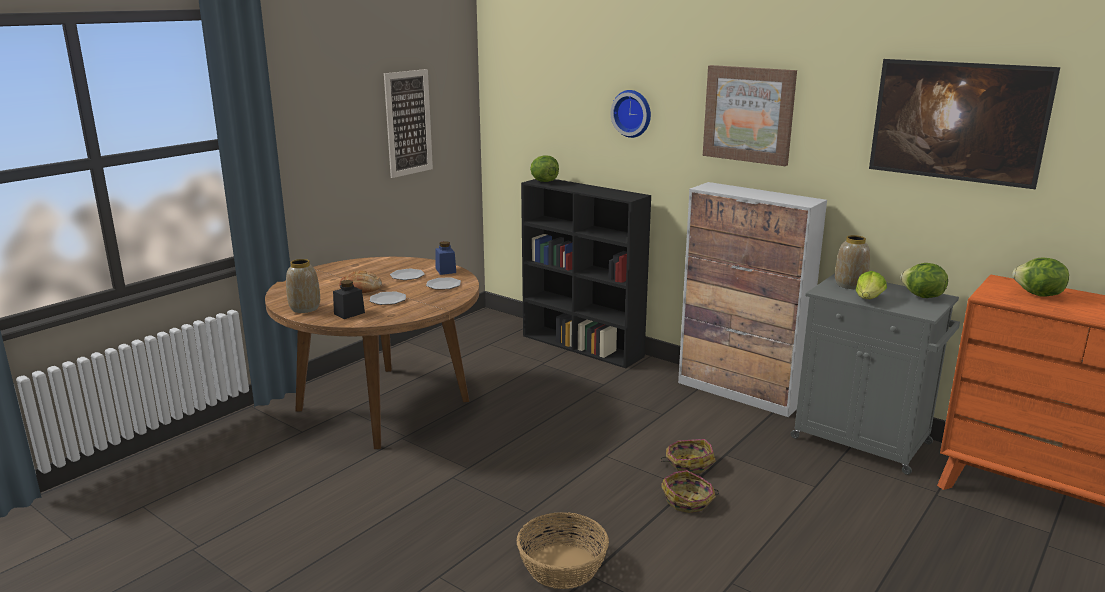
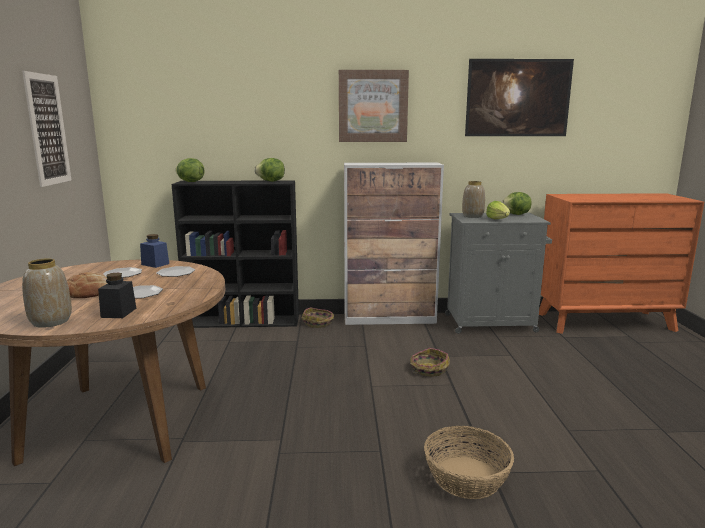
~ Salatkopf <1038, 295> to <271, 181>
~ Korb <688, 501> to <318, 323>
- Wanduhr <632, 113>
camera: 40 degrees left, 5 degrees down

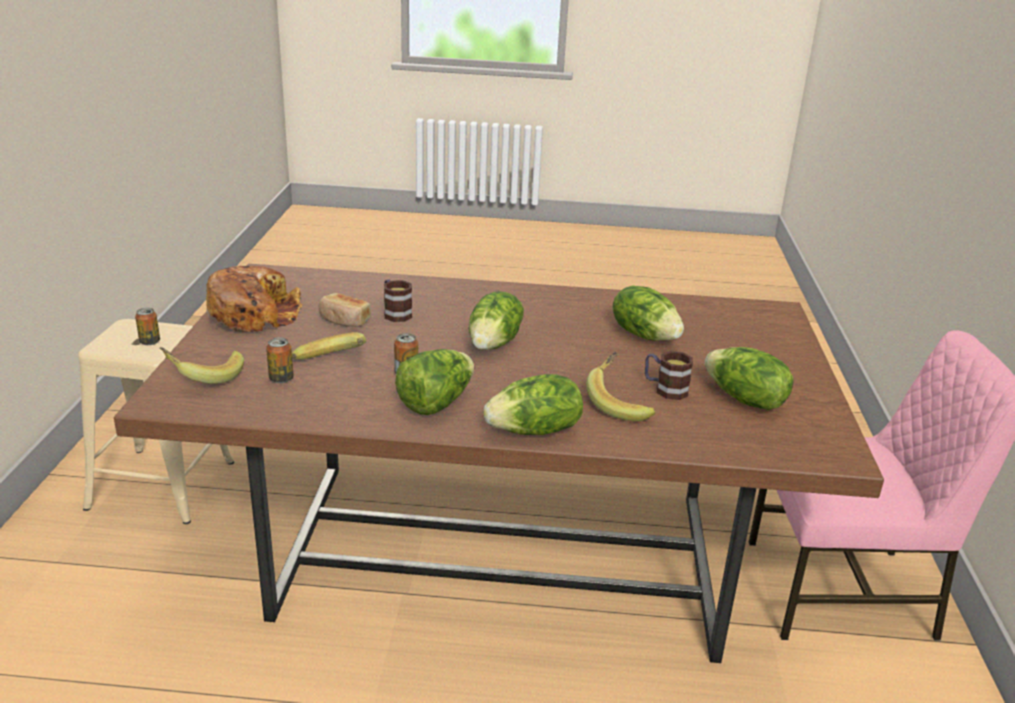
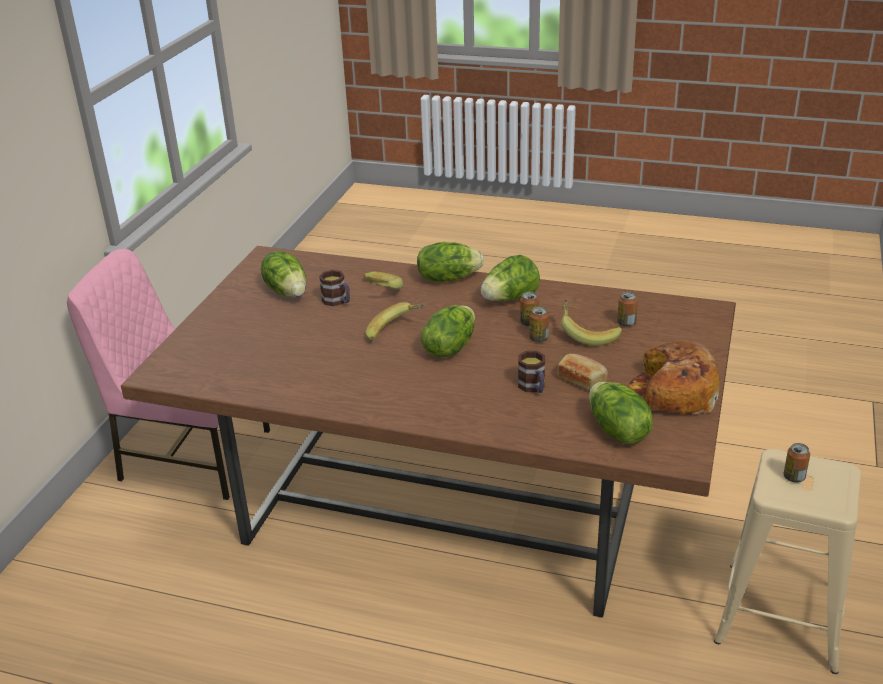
~ Banane <205, 376> to <396, 333>
+ Dose <538, 338>
~ Salatkopf <645, 335> to <616, 431>
camera: 165 degrees left, 5 degrees up

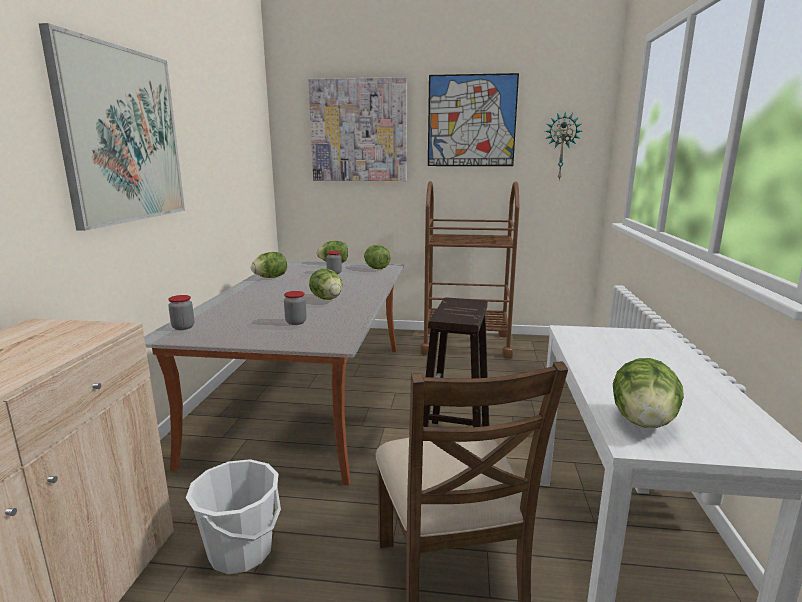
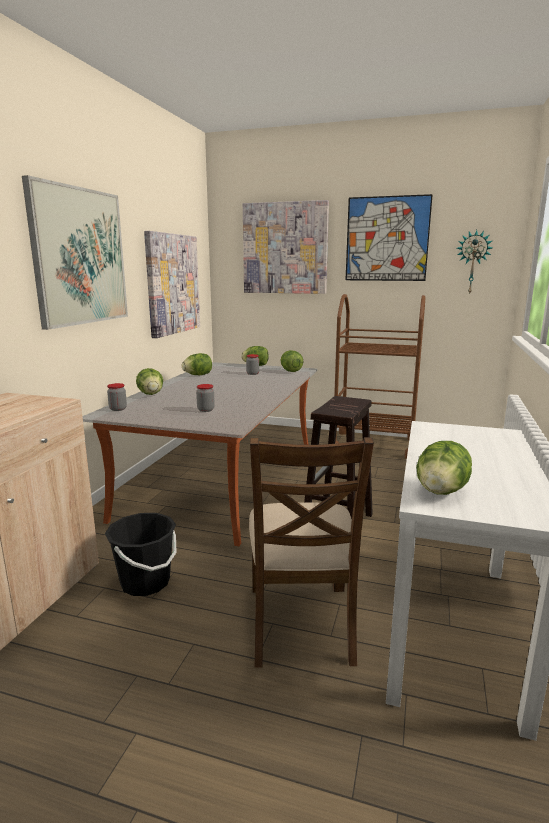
~ Eimer [weiß] <241, 551> to Eimer [schwarz] <145, 582>
~ Salatkopf <327, 299> to <151, 394>
+ Bild <172, 284>
camera: 10 degrees right, 0 degrees up

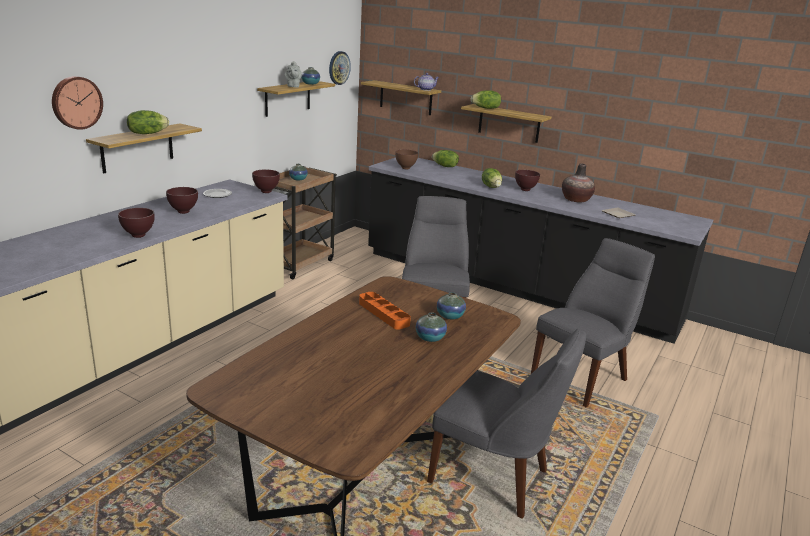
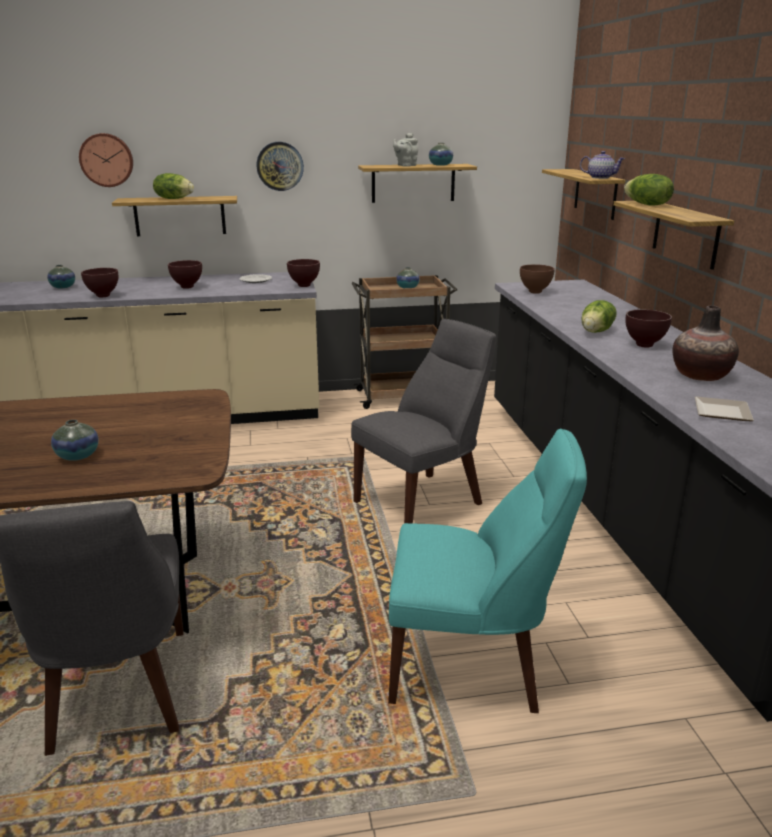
~ Vase <450, 316> to <63, 287>
~ Wanduhr <339, 68> to <280, 166>
~ Stuhl [grau] <582, 377> to Stuhl [türkis] <472, 666>
- Tablett [orange] <383, 313>
- Salatkopf <445, 166>
camera: 50 degrees right, 0 degrees up

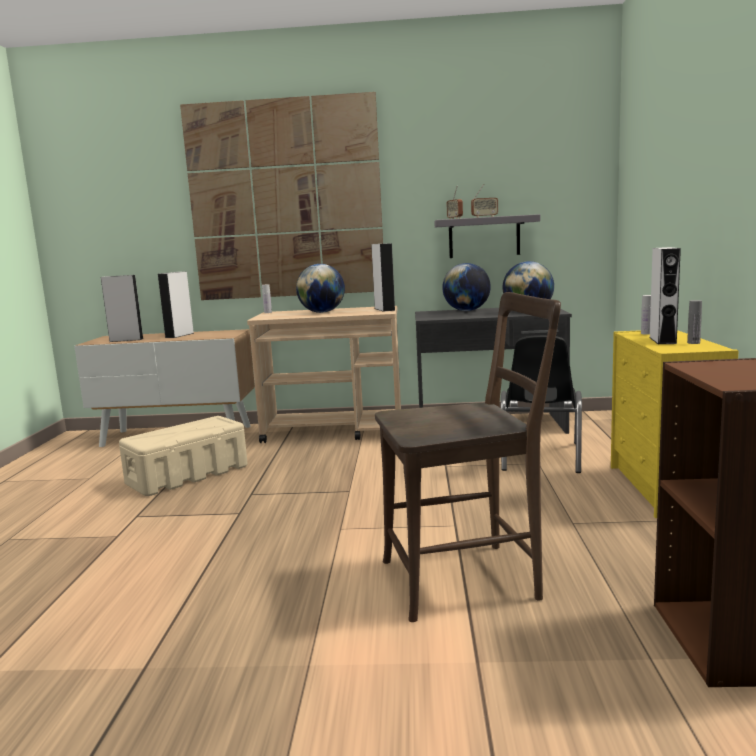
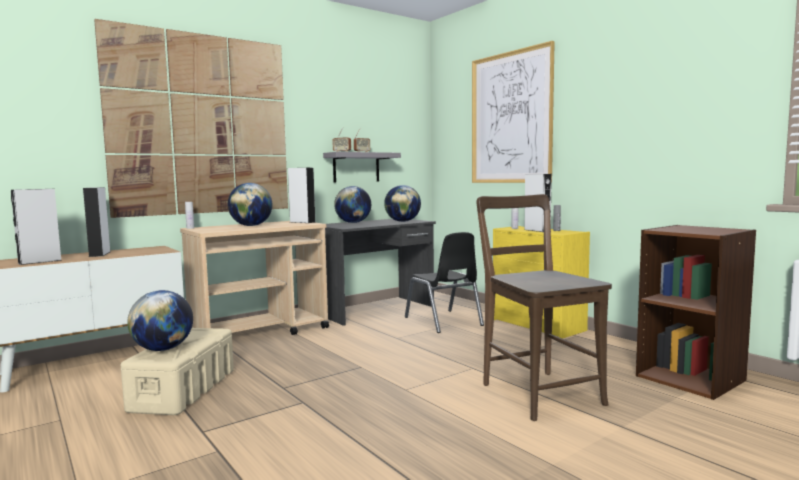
+ Globus <163, 349>
+ Bild <510, 118>
~ Stuhl [braun] <468, 578> = <537, 392> 60 degrees counterclockwise
camera: 40 degrees left, 5 degrees down

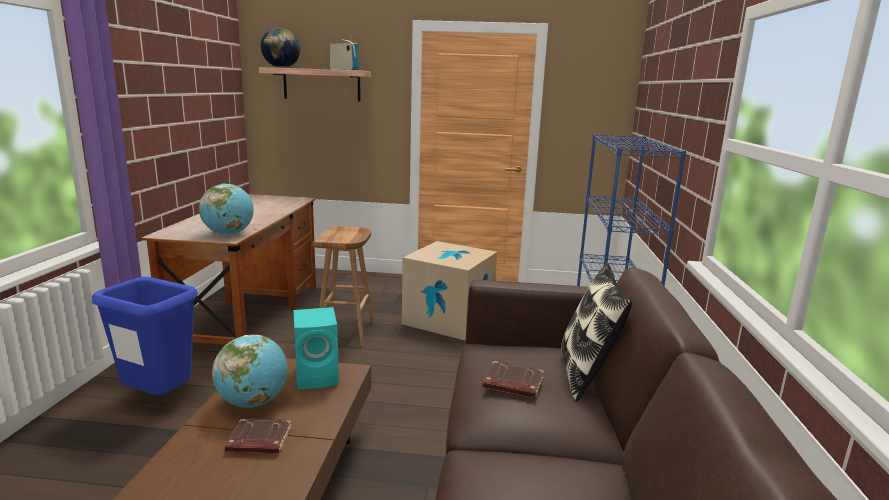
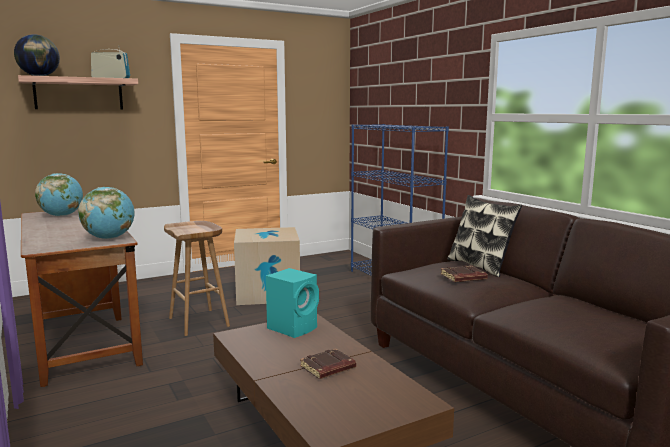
~ Globus <253, 402> to <61, 216>
- Mülleimer [blau] <158, 400>
camera: 35 degrees left, 5 degrees down

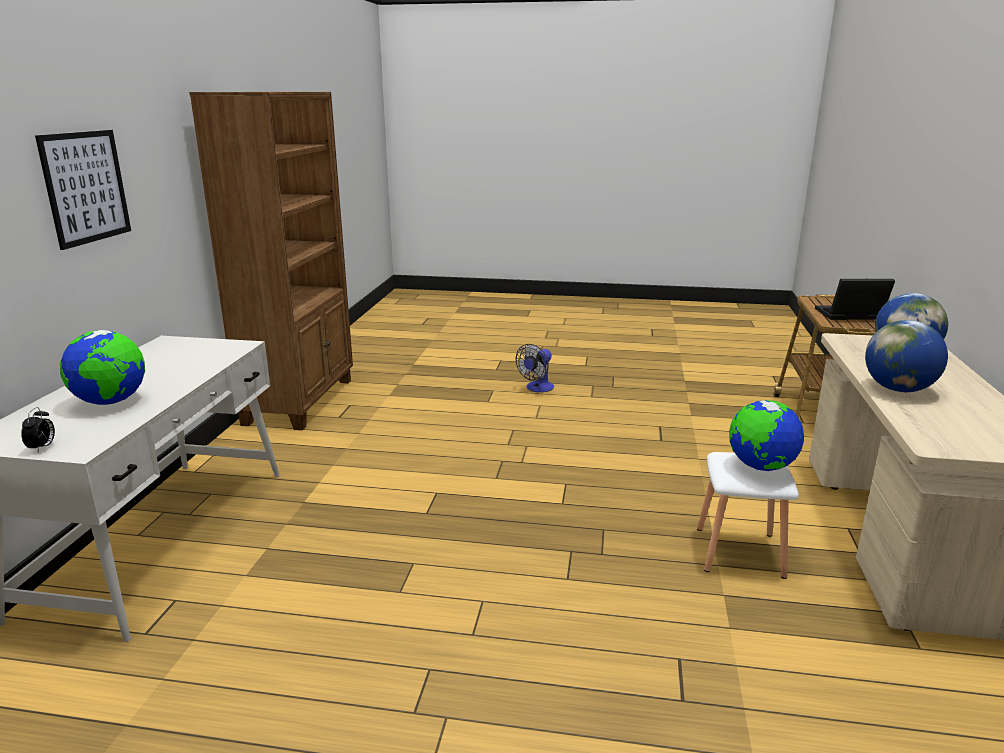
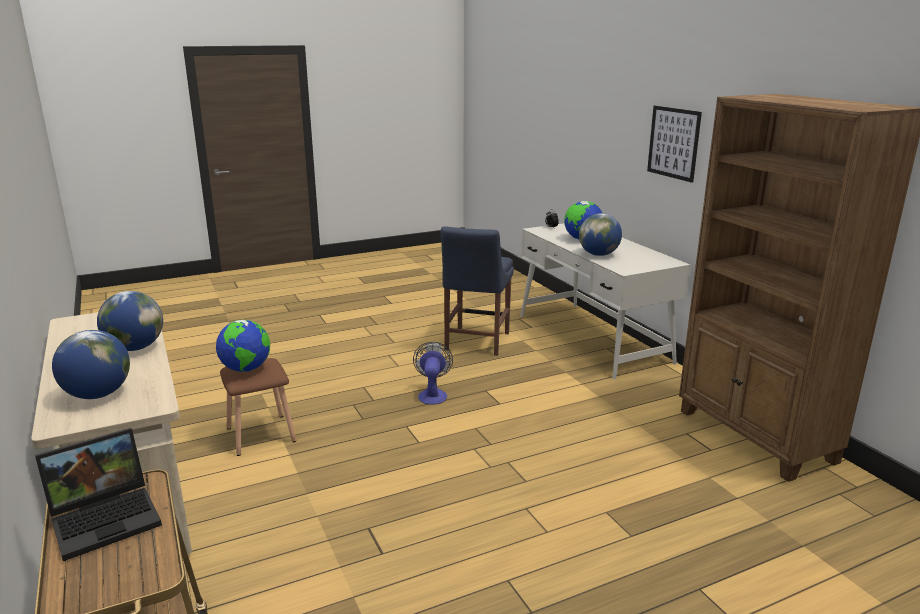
~ Hocker [weiß] <738, 551> to Hocker [braun] <262, 435>
~ Ventilator <537, 388> to <432, 394>
+ Stuhl [blau] <476, 343>
+ Globus <598, 254>
camera: 145 degrees right, 0 degrees up

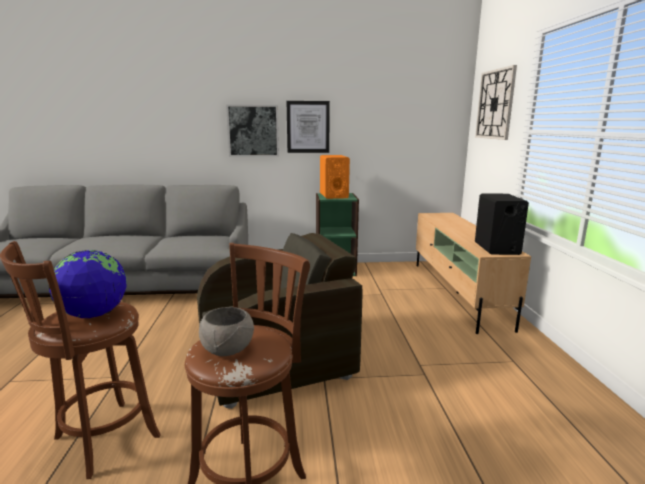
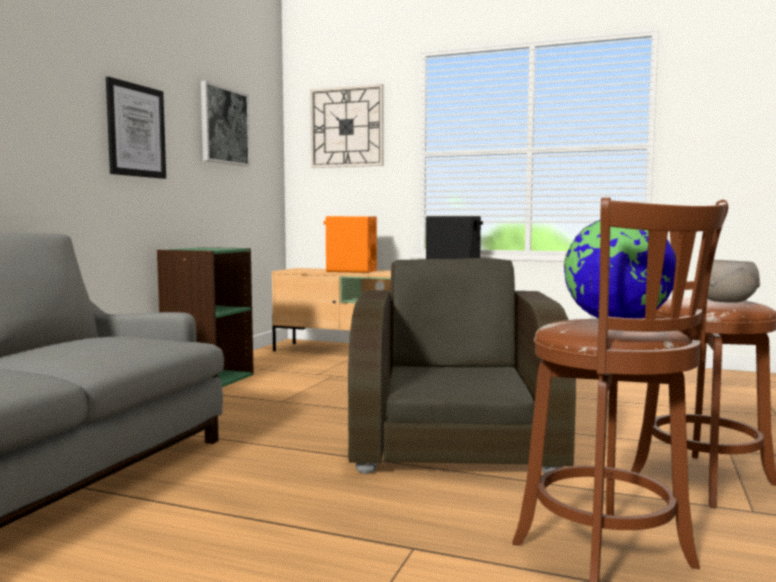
~ Bild <253, 130> to <224, 126>
~ Lautsprecher [orange] <333, 195> to <351, 271>
camera: 65 degrees left, 10 degrees down

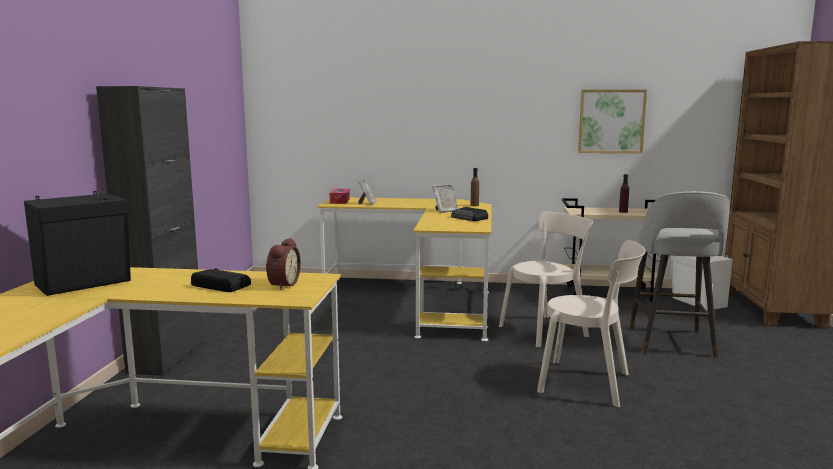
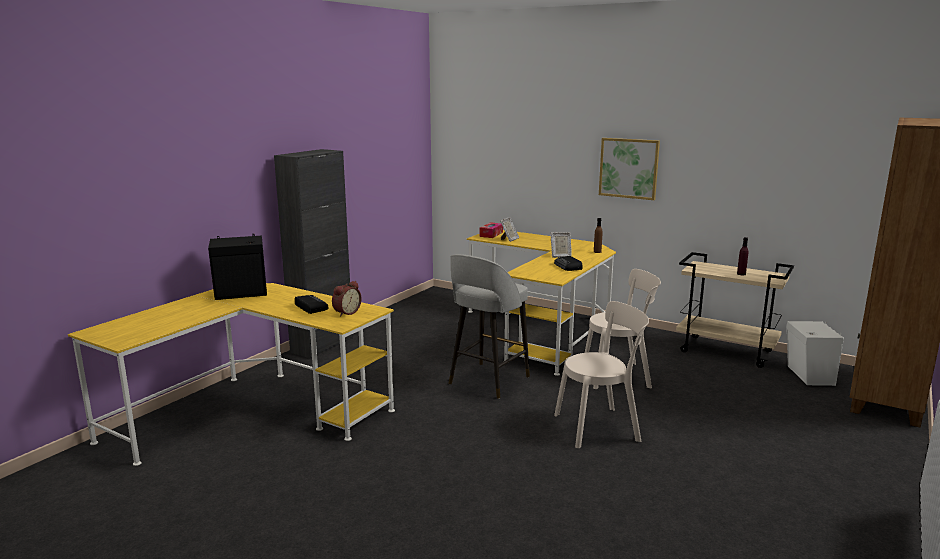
~ Hocker [grau] <671, 343> to <487, 381>
~ Stuhl [beige] <589, 384> = <600, 427> 60 degrees counterclockwise
~ Bild <611, 121> to <629, 168>
camera: 25 degrees right, 5 degrees up

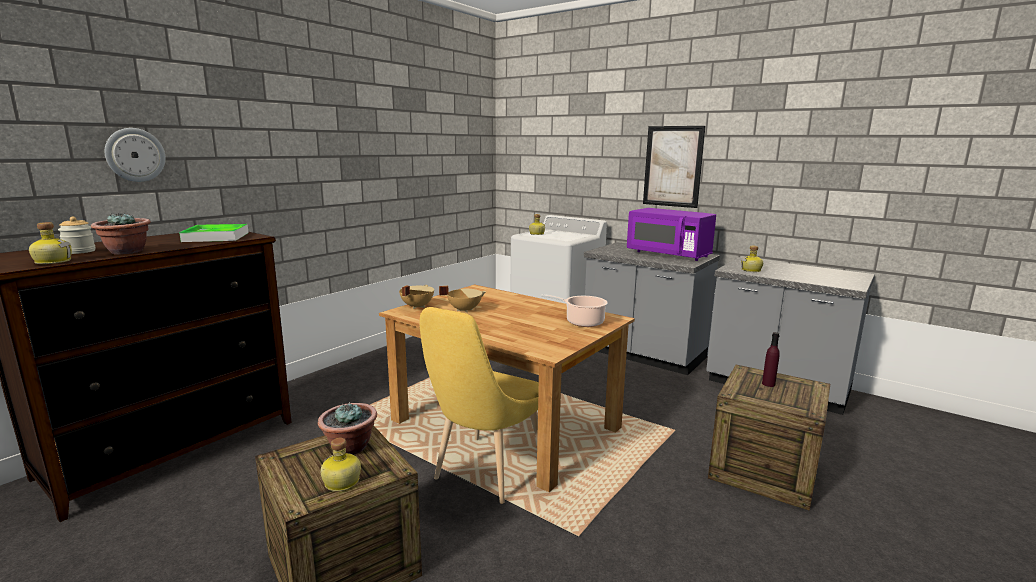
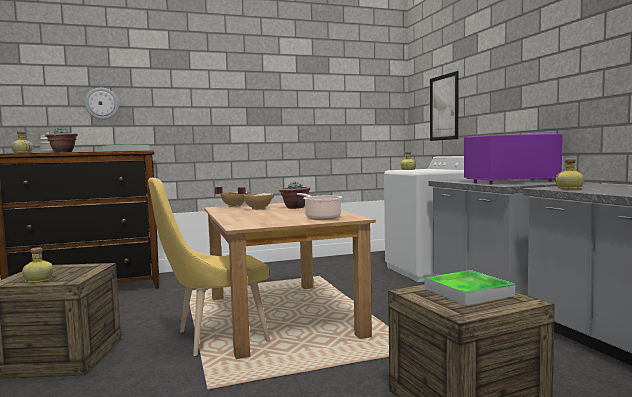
~ Topfpflanze <350, 447> to <295, 207>
~ Flasche [lila] <768, 384> to Tablett <468, 292>
~ Bild <673, 166> to <444, 107>
~ Mikrowelle [lila] <668, 254> = <511, 182> 90 degrees clockwise
camera: 35 degrees right, 10 degrees down

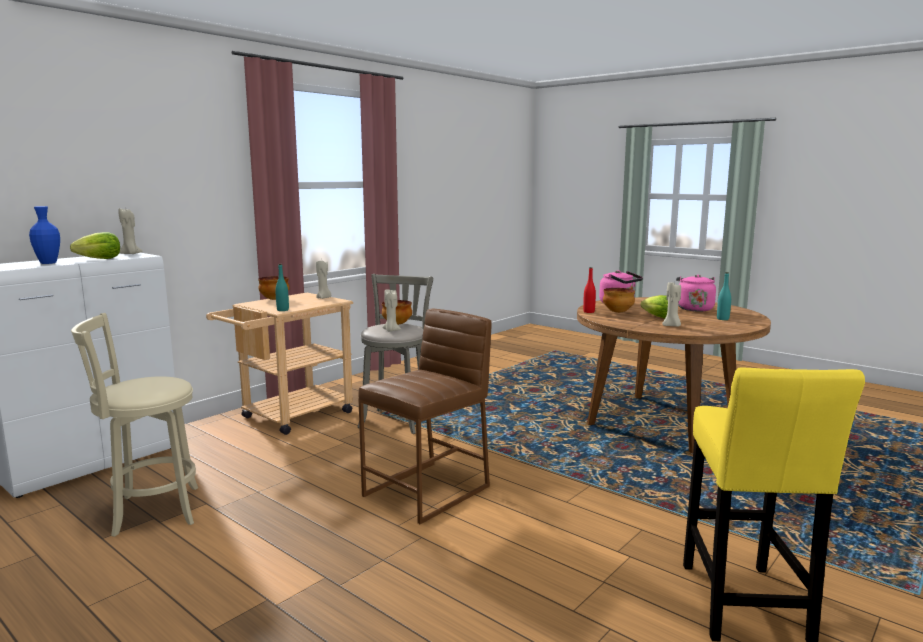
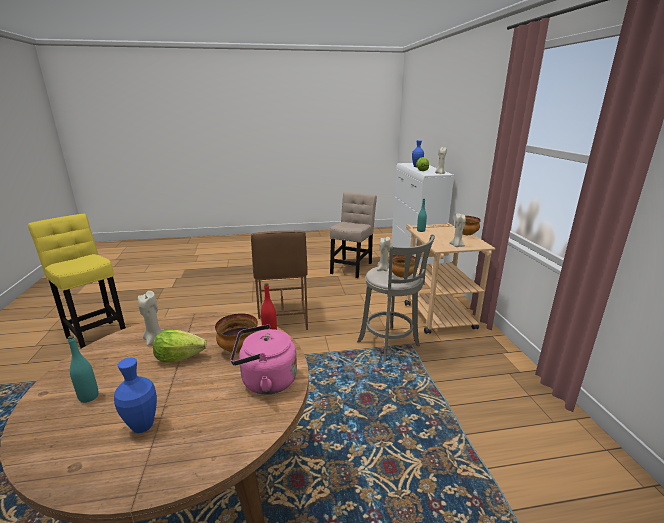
~ Wasserkessel [rosa] <693, 308> to Vase [blau] <142, 426>
~ Hocker [beige] <151, 511> to Stuhl [beige] <351, 267>
camera: 130 degrees right, 10 degrees up

